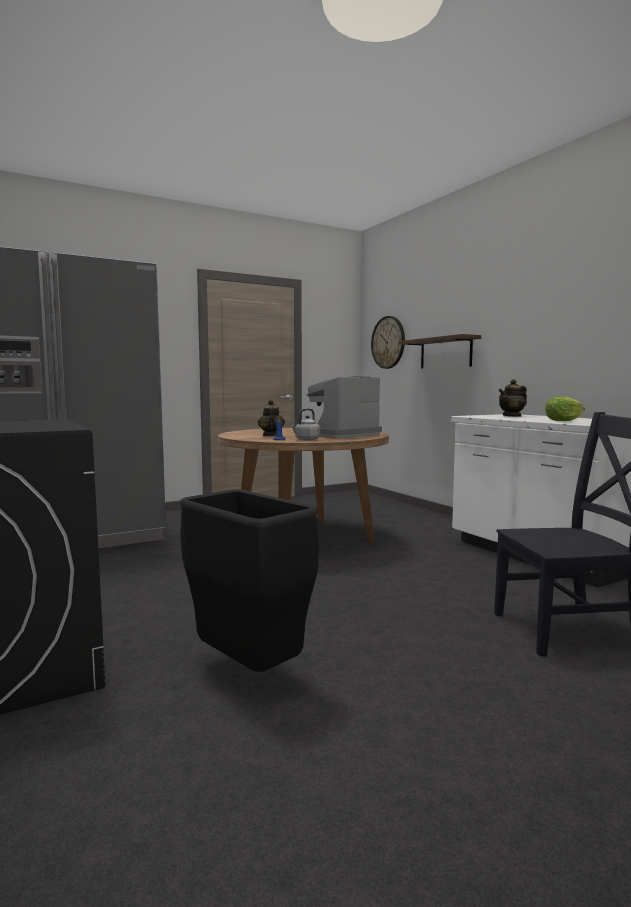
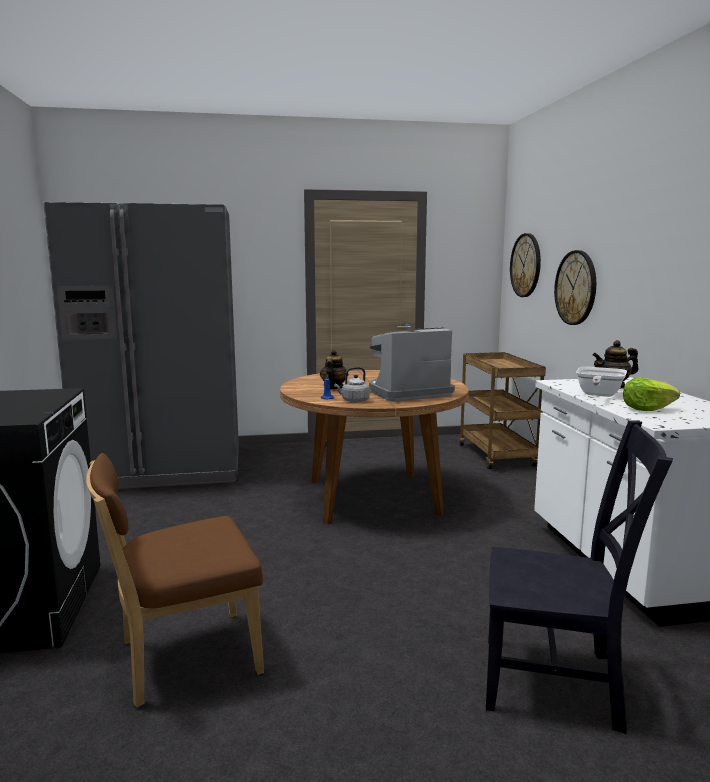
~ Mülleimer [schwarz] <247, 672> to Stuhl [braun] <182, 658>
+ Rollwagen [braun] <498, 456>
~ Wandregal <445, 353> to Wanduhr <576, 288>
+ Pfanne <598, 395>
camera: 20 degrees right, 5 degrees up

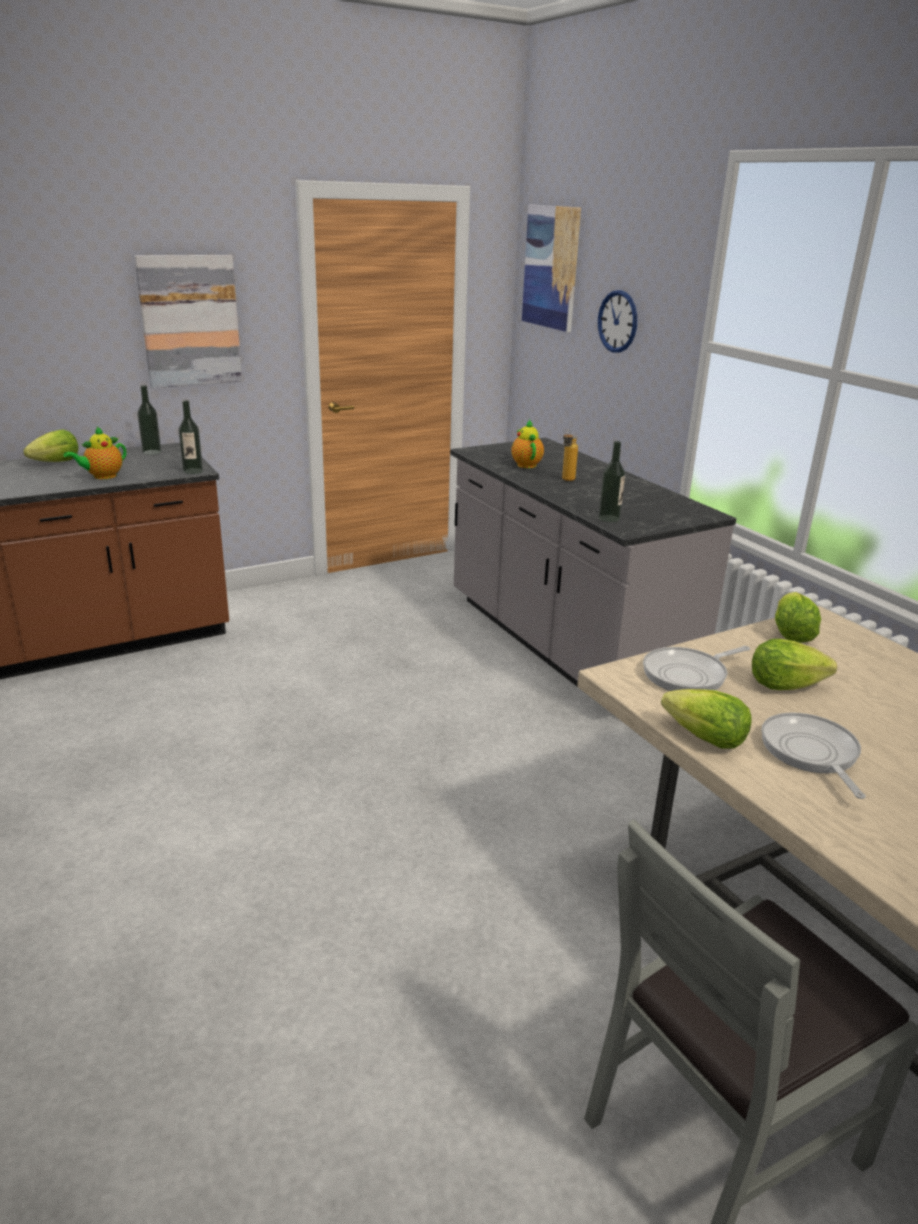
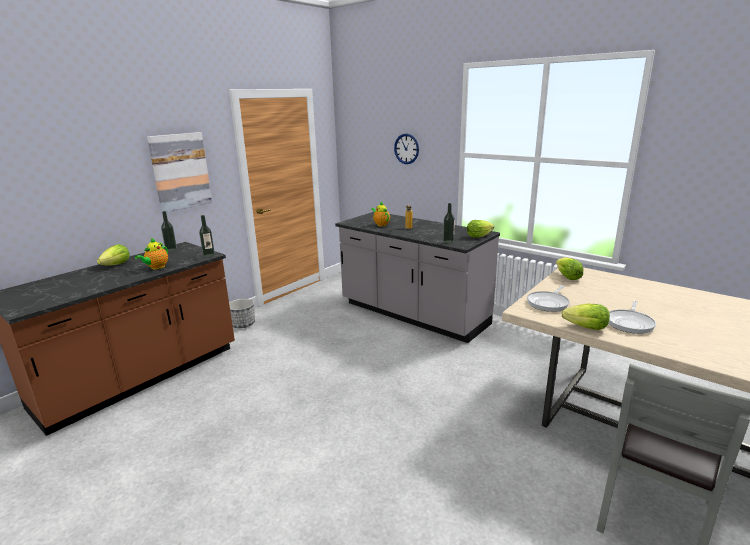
+ Pflanzkübel <243, 324>
~ Salatkopf <784, 685> to <478, 236>
~ Pfanne <810, 753> = <630, 323> 120 degrees counterclockwise
- Bild <551, 267>
camera: 20 degrees left, 5 degrees down

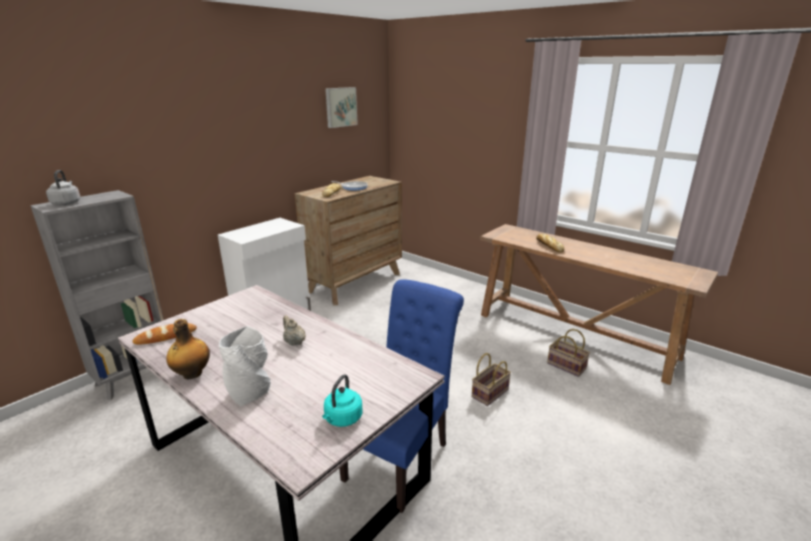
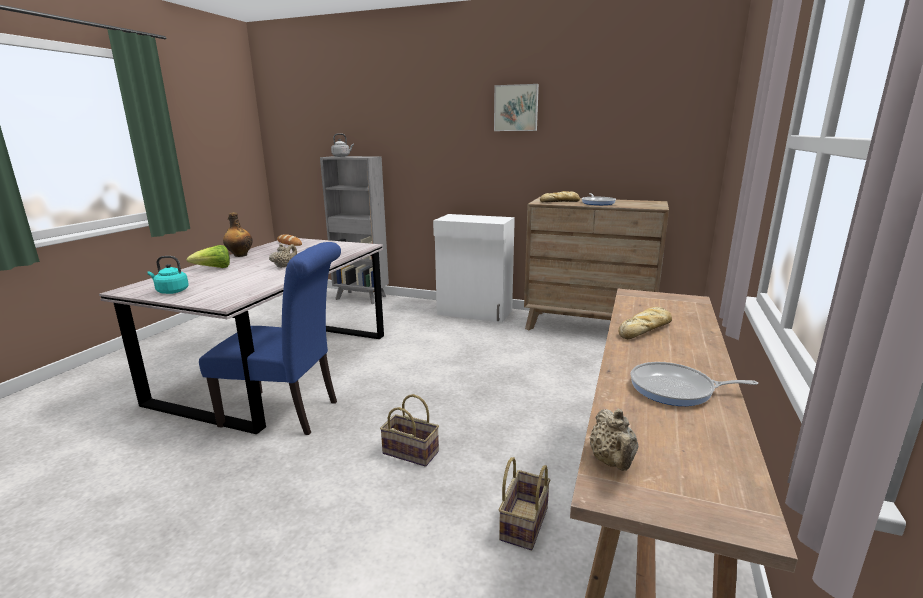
~ Vase [grau] <250, 392> to Salatkopf <214, 268>
~ Bild <340, 107> to <516, 108>
+ Teekanne [beige] <612, 462>
+ Pfanne <676, 389>
camera: 70 degrees right, 5 degrees down

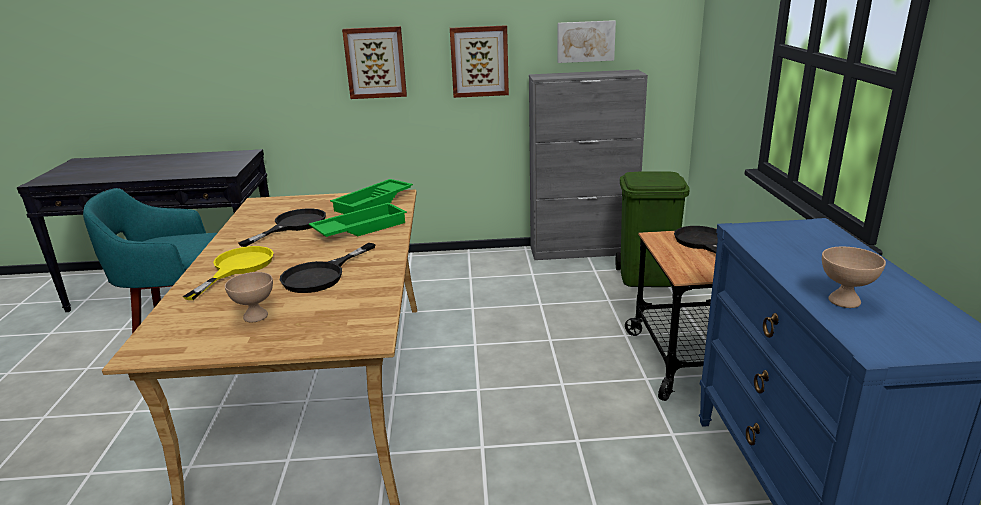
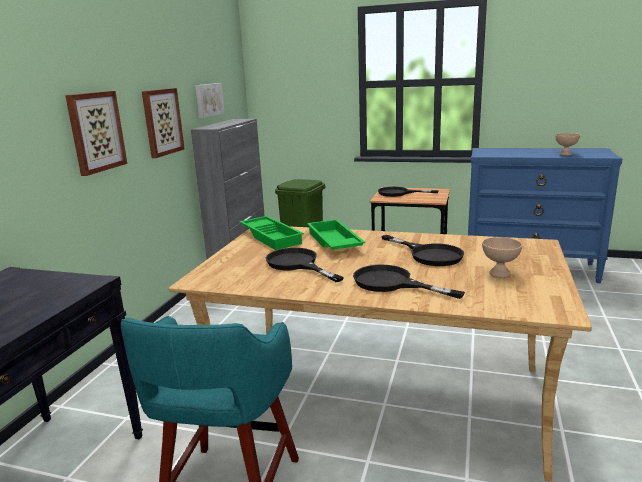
~ Pfanne [gelb] <237, 268> to Pfanne [schwarz] <392, 283>
camera: 70 degrees left, 5 degrees down

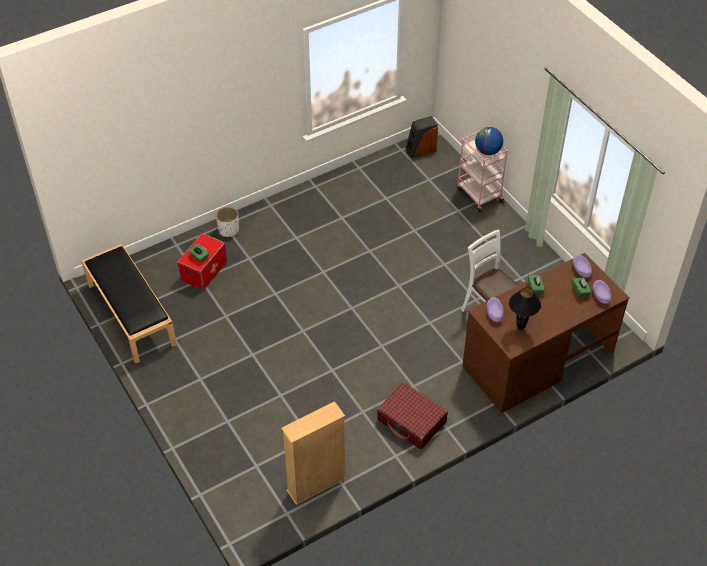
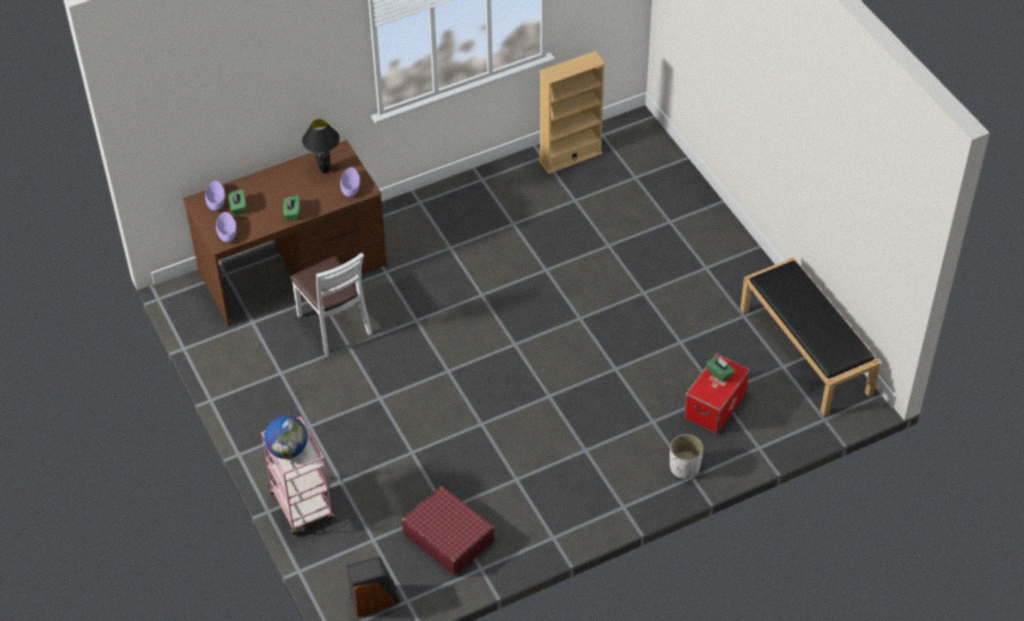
~ Koffer [rot] <411, 421> to <448, 537>
camera: 175 degrees left, 0 degrees up

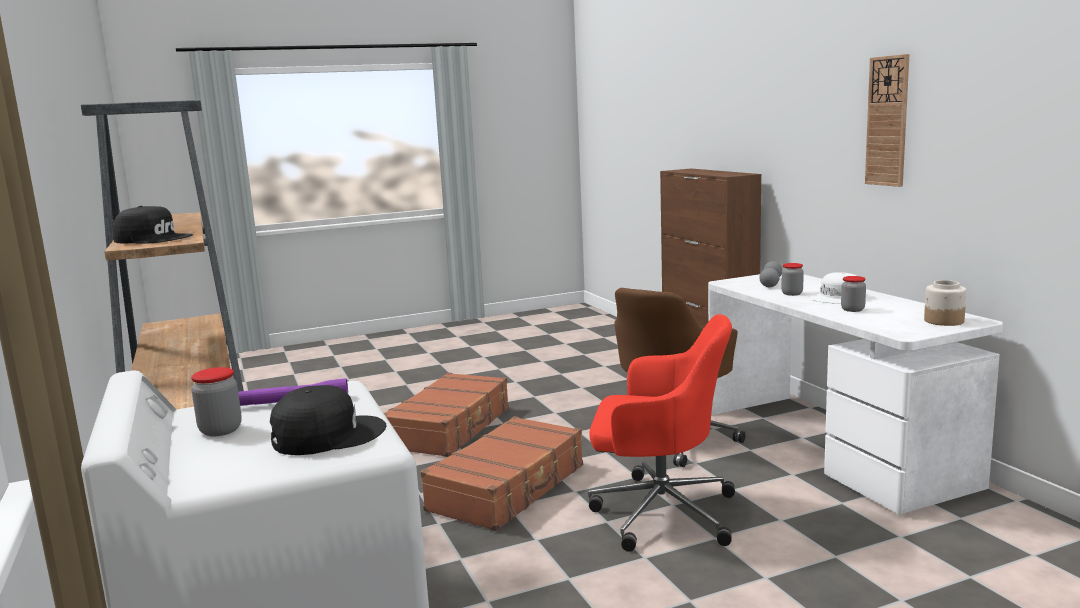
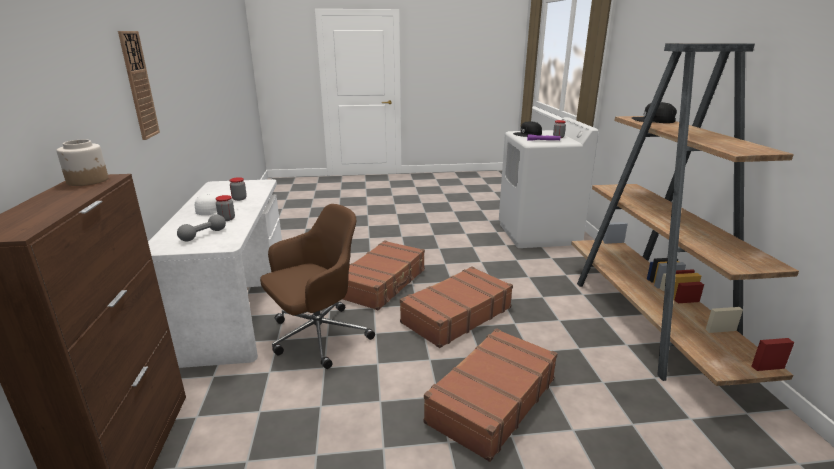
~ Vorratsglas <943, 321> to <88, 180>
~ Bürostuhl [rot] <659, 512> to Koffer [braun] <383, 283>
camera: 165 degrees left, 10 degrees up

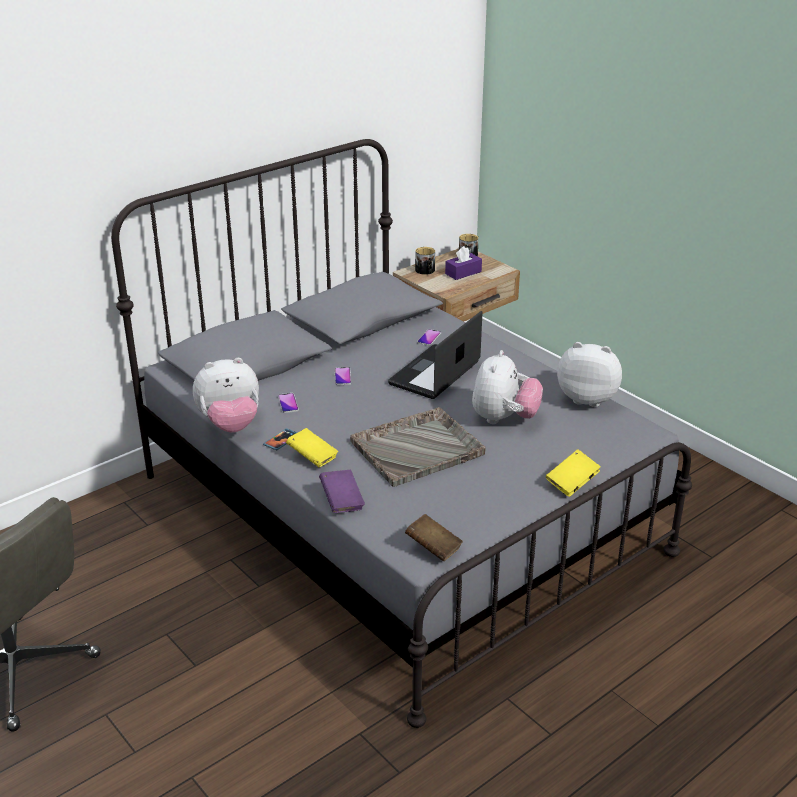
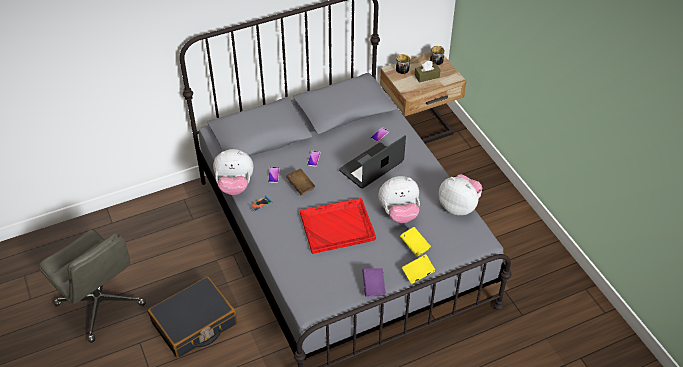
+ Koffer [schwarz] <194, 324>
~ Buch [braun] <433, 548> to <300, 186>
~ Tablett [grau] <418, 448> to Tablett [rot] <338, 226>
~ Buch [lila] <342, 501> to <373, 287>
~ Plüschtier <504, 419> = <399, 213> 45 degrees clockwise
~ Buch [gelb] <312, 457> to <414, 246>
~ Taschentuchbox [lila] <463, 273> to Taschentuchbox [braun] <427, 76>
camera: 15 degrees right, 15 degrees up

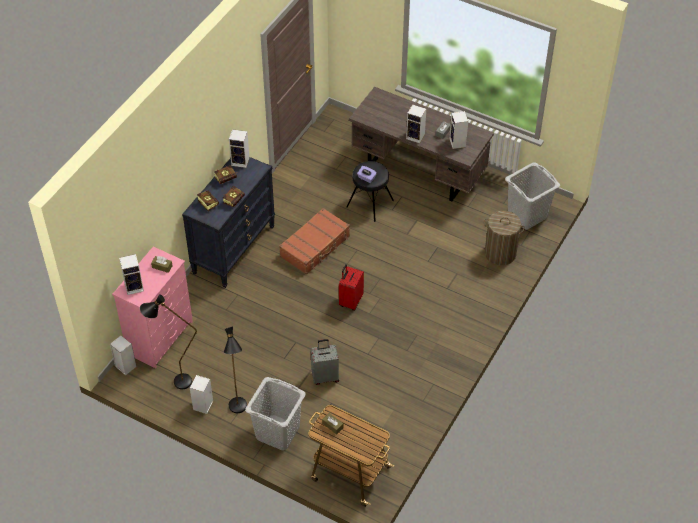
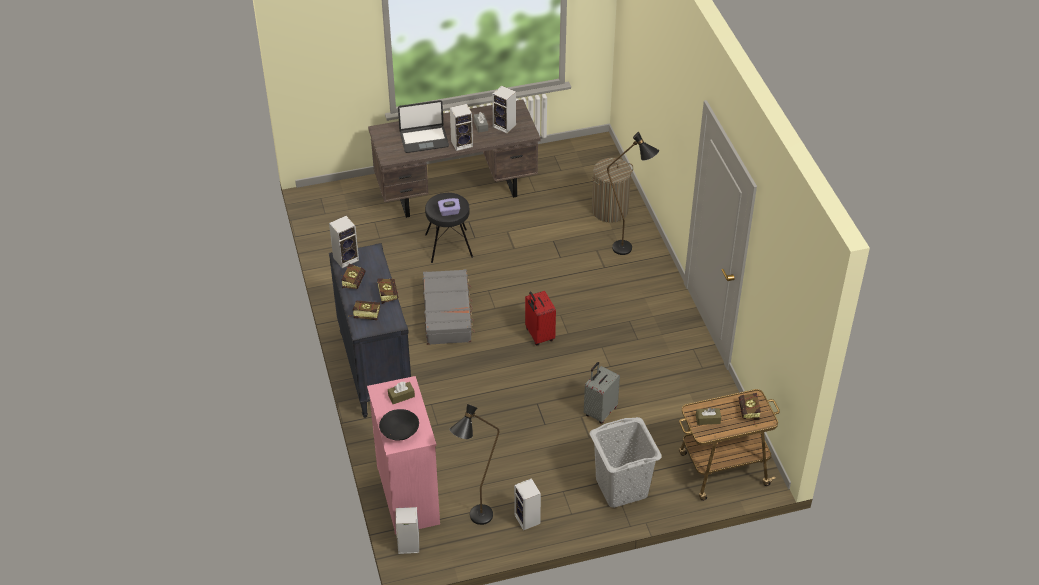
~ Lautsprecher <135, 286> to Schüssel [schwarz] <399, 432>
+ Laptop <424, 139>
~ Koffer [braun] <315, 246> to Koffer [grau] <448, 314>
~ Stehlampe [schwarz] <239, 411> to <629, 250>
+ Buch <749, 414>
- Wäschekorb [grau] <527, 215>
camera: 45 degrees left, 5 degrees down

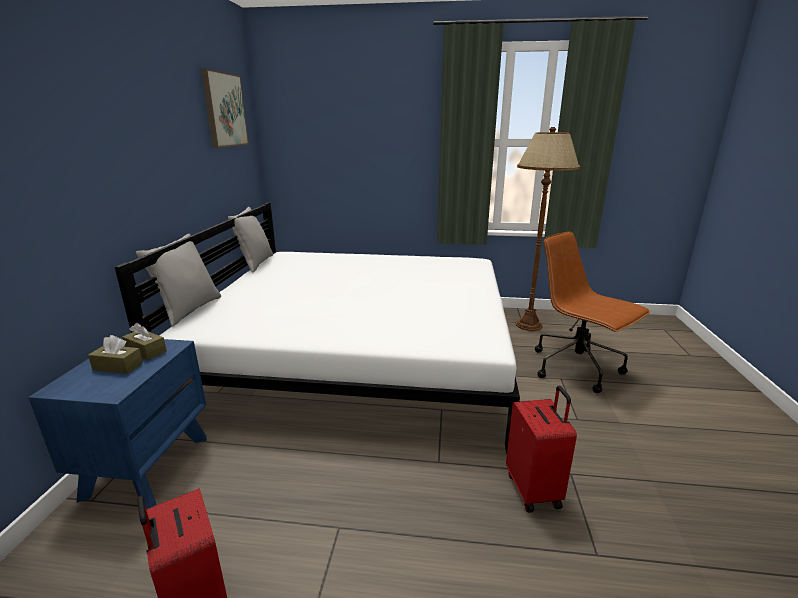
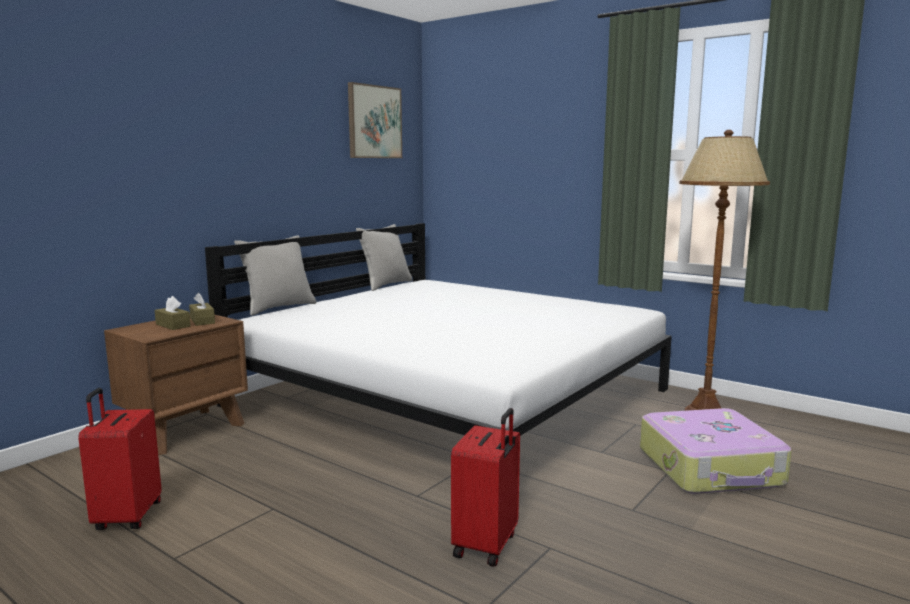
~ Nachttisch [blau] <147, 465> to Nachttisch [braun] <185, 430>
~ Bürostuhl [braun] <577, 368> to Koffer <711, 468>
camera: 30 degrees right, 10 degrees down

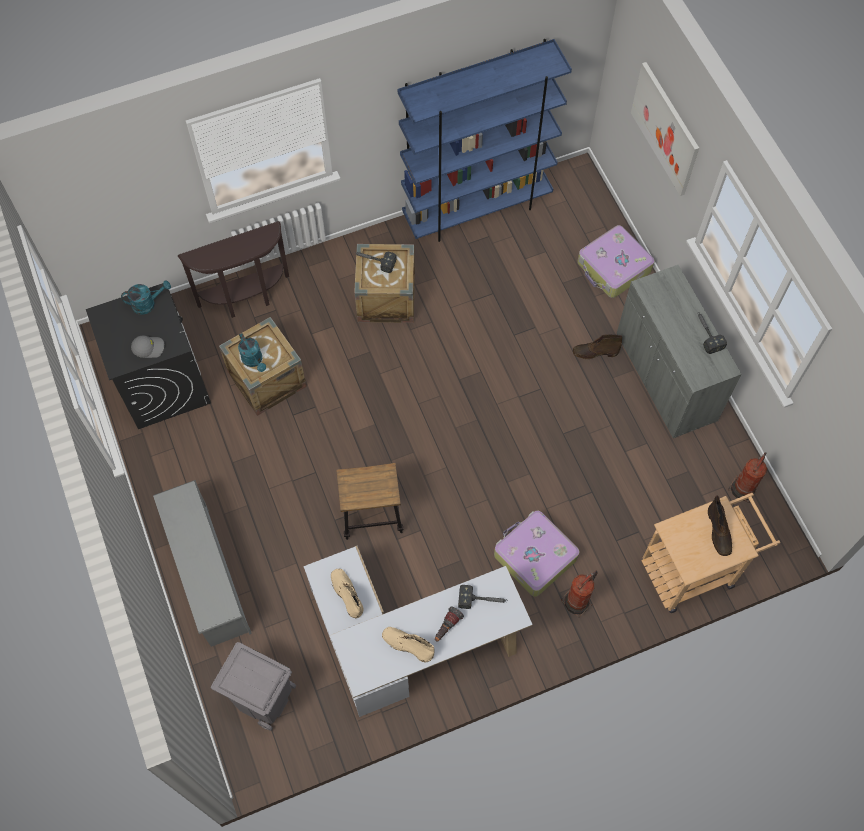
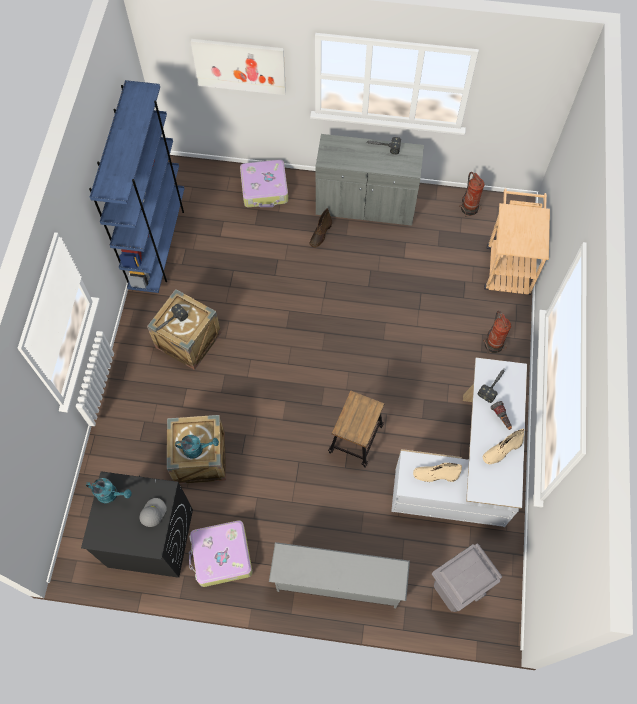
~ Gießkanne [türkis] <148, 303> = <111, 494> 90 degrees clockwise
~ Koffer <534, 556> to <221, 556>
- Konsolentisch [braun] <247, 299>
- Stiefel [braun] <719, 531>
camera: 60 degrees left, 0 degrees up

